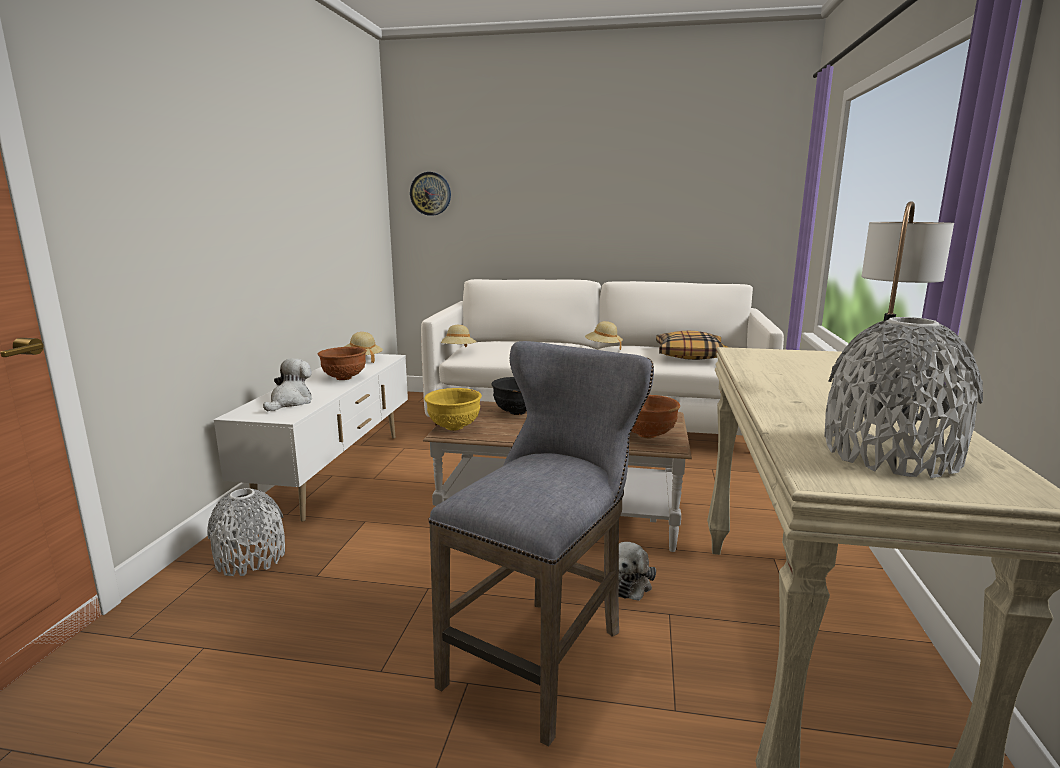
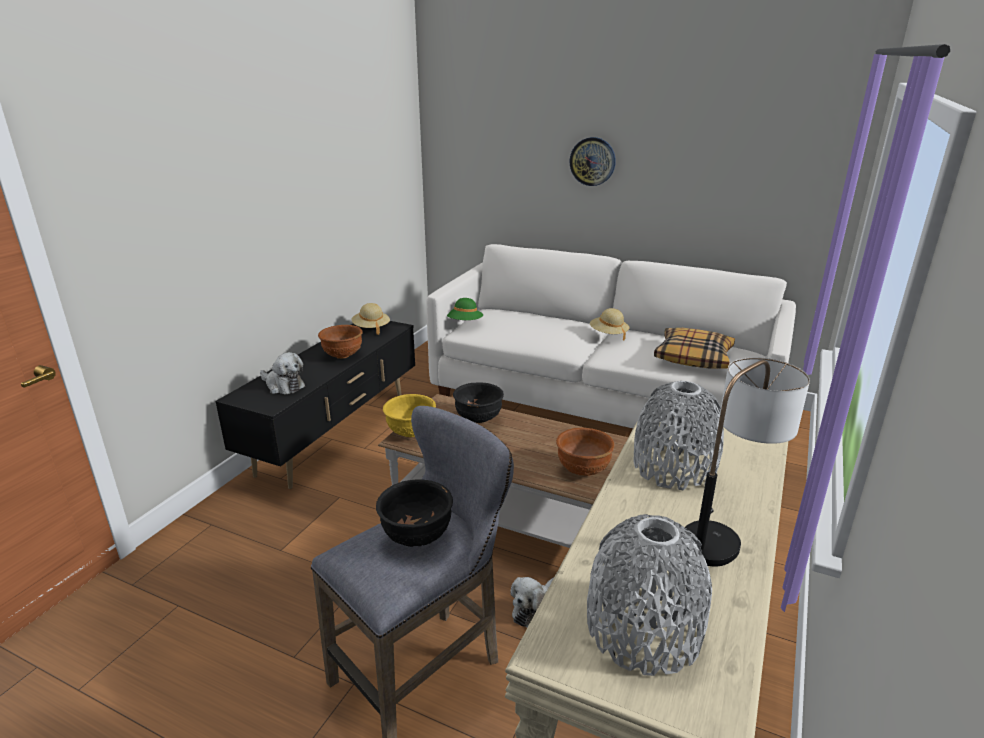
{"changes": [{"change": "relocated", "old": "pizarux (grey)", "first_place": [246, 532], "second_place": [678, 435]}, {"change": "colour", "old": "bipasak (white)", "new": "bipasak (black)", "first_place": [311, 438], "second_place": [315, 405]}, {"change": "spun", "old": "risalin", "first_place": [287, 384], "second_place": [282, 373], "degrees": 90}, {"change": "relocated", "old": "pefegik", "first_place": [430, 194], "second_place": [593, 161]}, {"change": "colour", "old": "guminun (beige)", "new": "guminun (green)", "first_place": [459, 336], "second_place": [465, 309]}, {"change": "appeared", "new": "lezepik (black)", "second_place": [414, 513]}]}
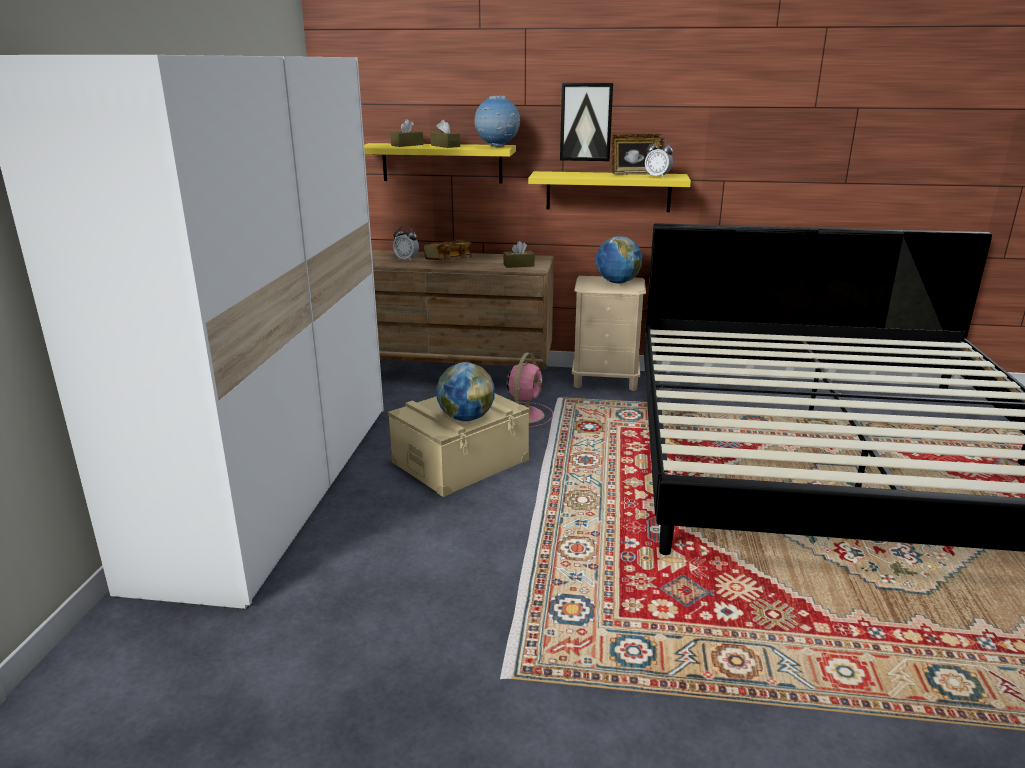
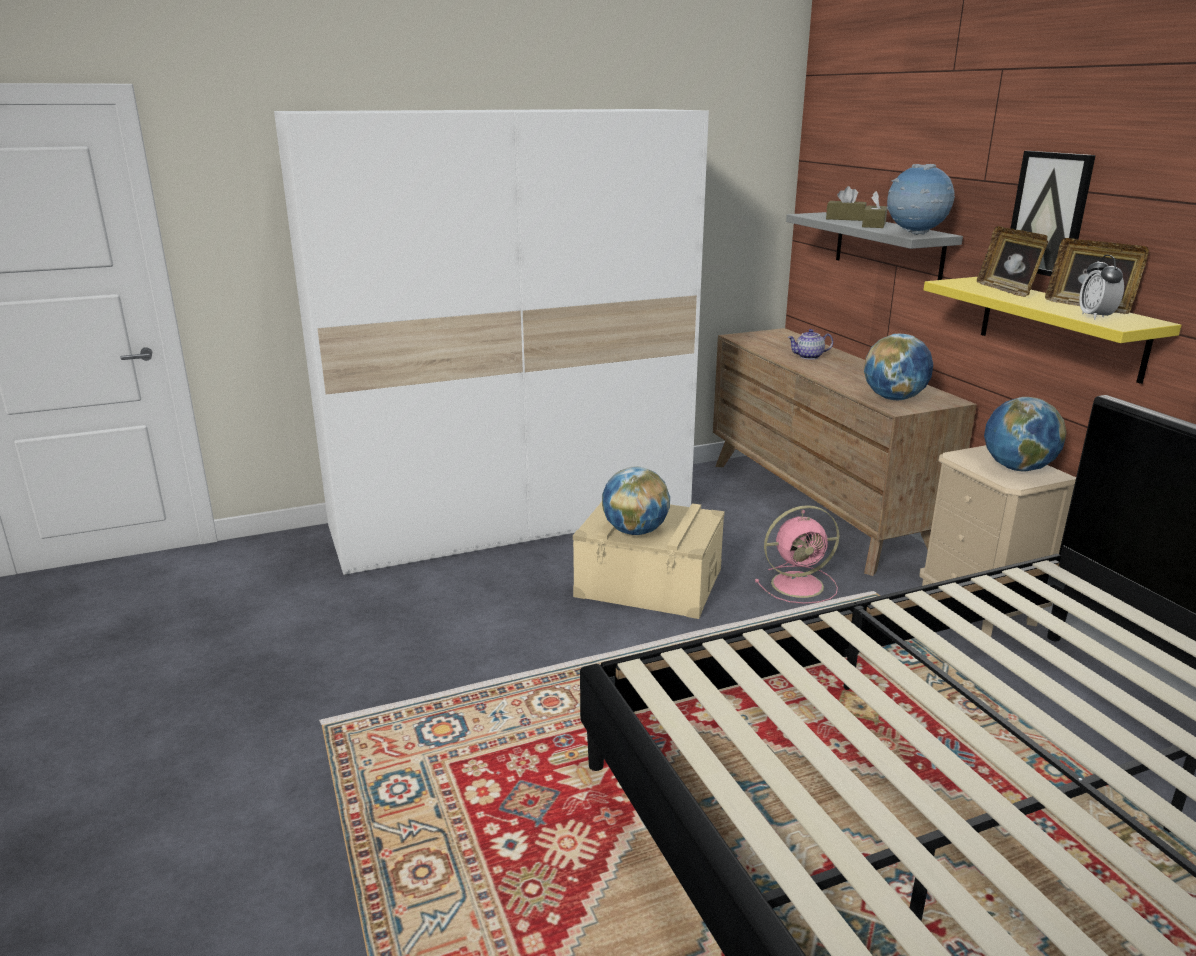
{"changes": [{"change": "colour", "old": "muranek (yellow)", "new": "muranek (grey)", "first_place": [440, 163], "second_place": [874, 246]}, {"change": "exchanged", "old": "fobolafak", "new": "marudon", "first_place": [406, 243], "second_place": [810, 344]}, {"change": "missing", "old": "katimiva", "first_place": [448, 250]}, {"change": "exchanged", "old": "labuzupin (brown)", "new": "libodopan", "first_place": [519, 254], "second_place": [898, 367]}, {"change": "appeared", "new": "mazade", "second_place": [1012, 261]}]}
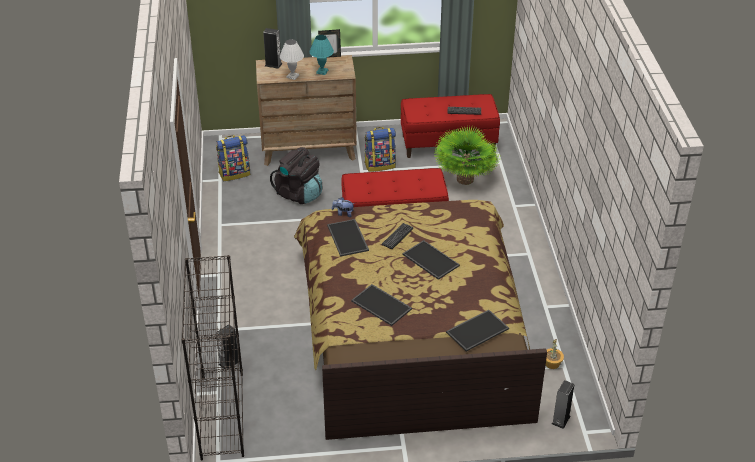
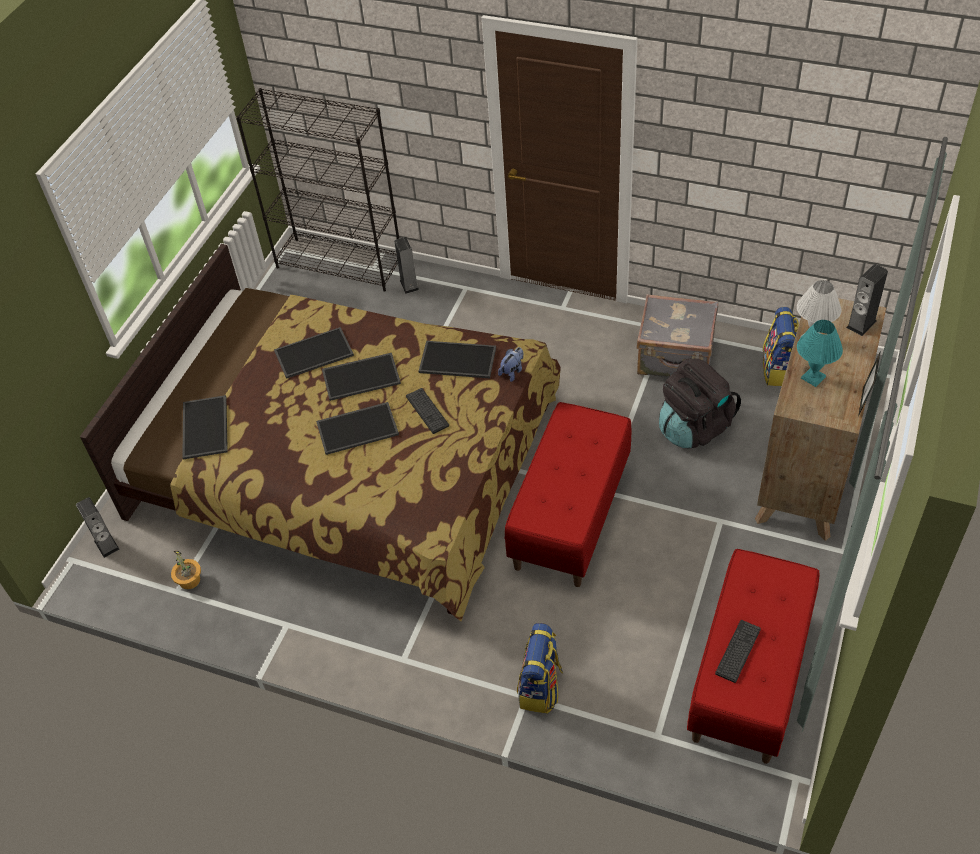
{"changes": [{"change": "relocated", "old": "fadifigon", "first_place": [380, 149], "second_place": [540, 668]}, {"change": "missing", "old": "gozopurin", "first_place": [466, 155]}, {"change": "appeared", "new": "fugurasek", "second_place": [361, 377]}, {"change": "appeared", "new": "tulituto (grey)", "second_place": [677, 335]}]}
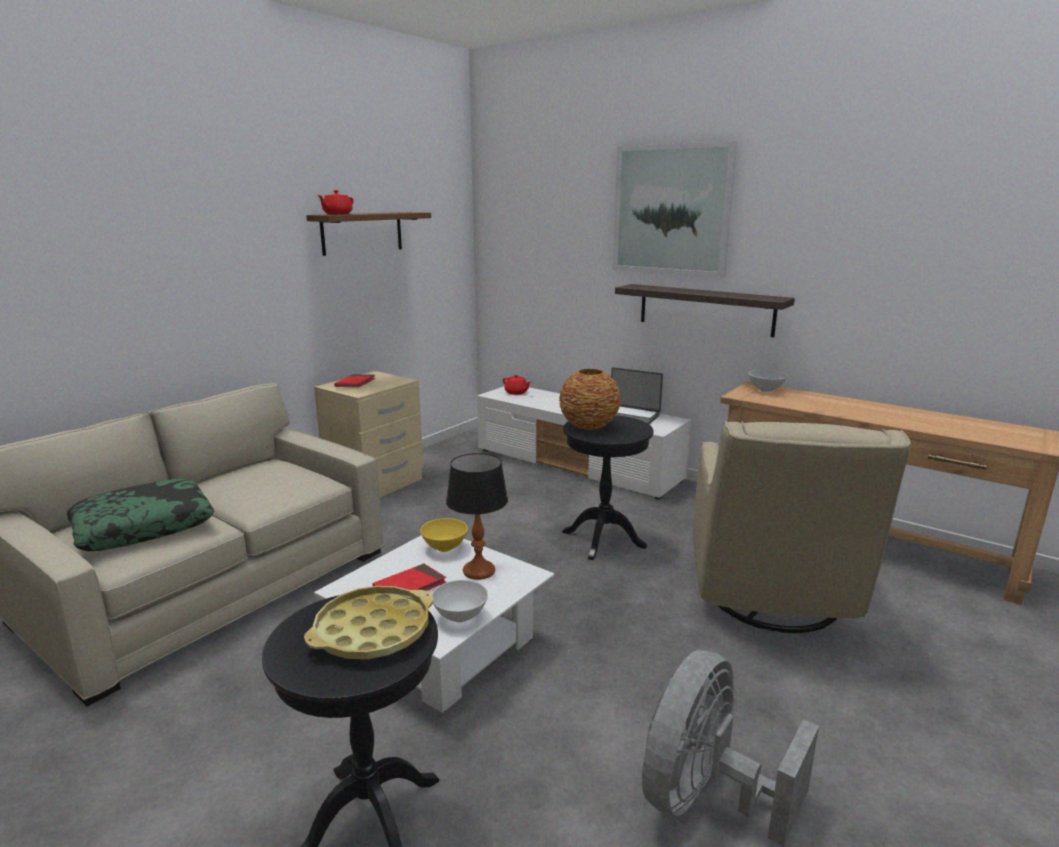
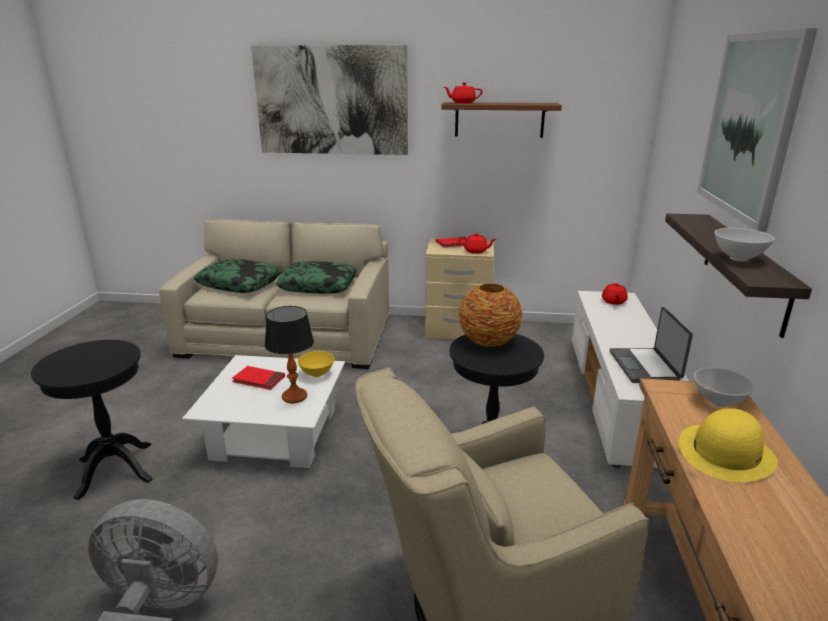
{"changes": [{"change": "missing", "old": "fugurasek (yellow)", "first_place": [369, 622]}, {"change": "relocated", "old": "lezepik (white)", "first_place": [460, 601], "second_place": [744, 244]}, {"change": "appeared", "new": "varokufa", "second_place": [329, 100]}, {"change": "appeared", "new": "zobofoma", "second_place": [316, 278]}, {"change": "appeared", "new": "marudon (red)", "second_place": [477, 243]}, {"change": "appeared", "new": "guminun (yellow)", "second_place": [728, 445]}]}
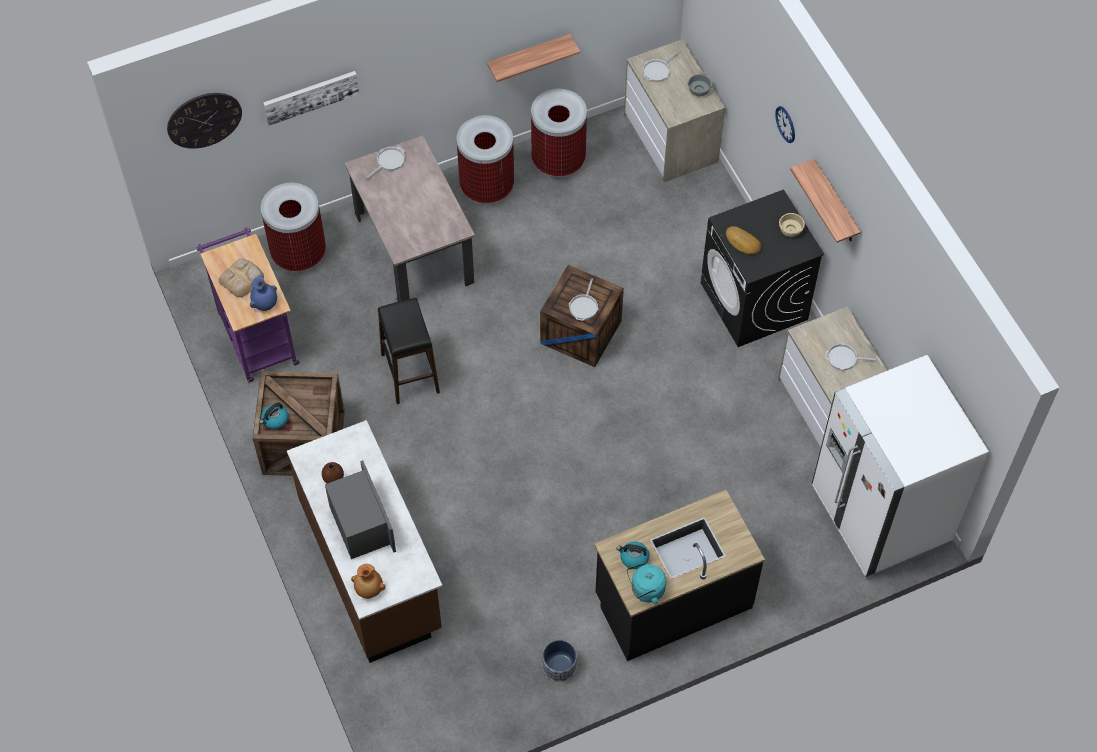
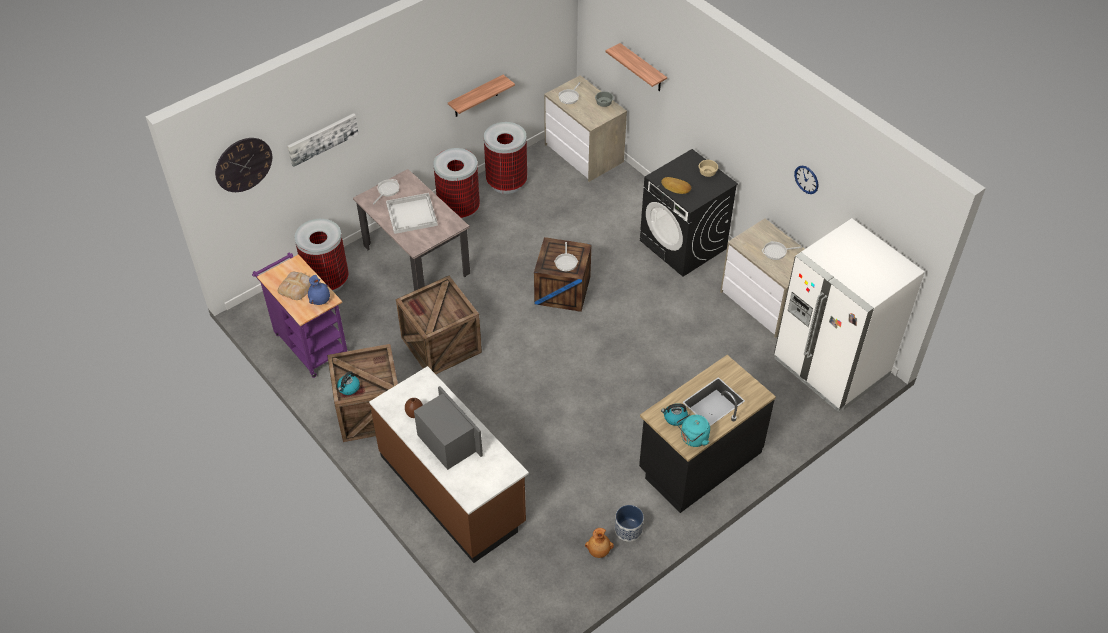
{"changes": [{"change": "relocated", "old": "pizarux (brown)", "first_place": [368, 581], "second_place": [599, 543]}, {"change": "exchanged", "old": "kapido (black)", "new": "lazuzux", "first_place": [409, 351], "second_place": [439, 325]}, {"change": "relocated", "old": "pefegik", "first_place": [785, 124], "second_place": [806, 180]}, {"change": "relocated", "old": "muranek", "first_place": [825, 201], "second_place": [636, 67]}, {"change": "appeared", "new": "fugurasek (white)", "second_place": [412, 213]}]}
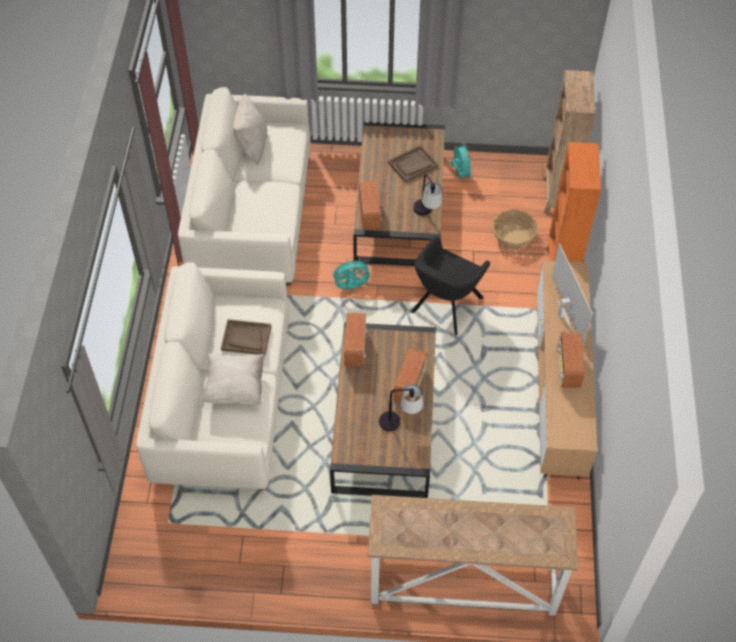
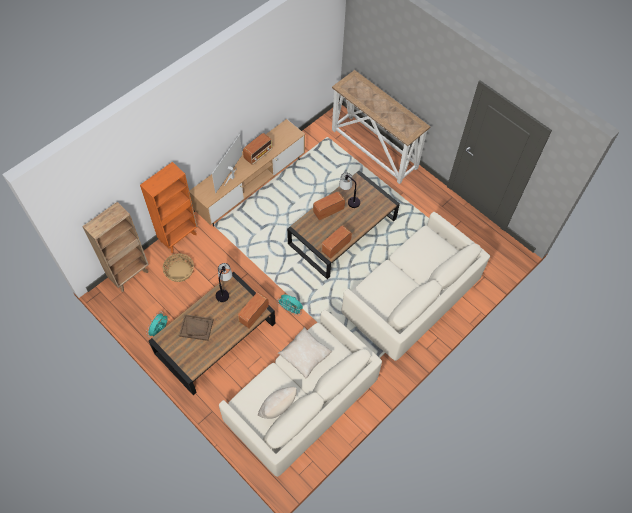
{"changes": [{"change": "relocated", "old": "zobofoma (beige)", "first_place": [233, 379], "second_place": [305, 352]}, {"change": "missing", "old": "fugurasek (brown)", "first_place": [246, 337]}, {"change": "missing", "old": "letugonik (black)", "first_place": [450, 285]}]}
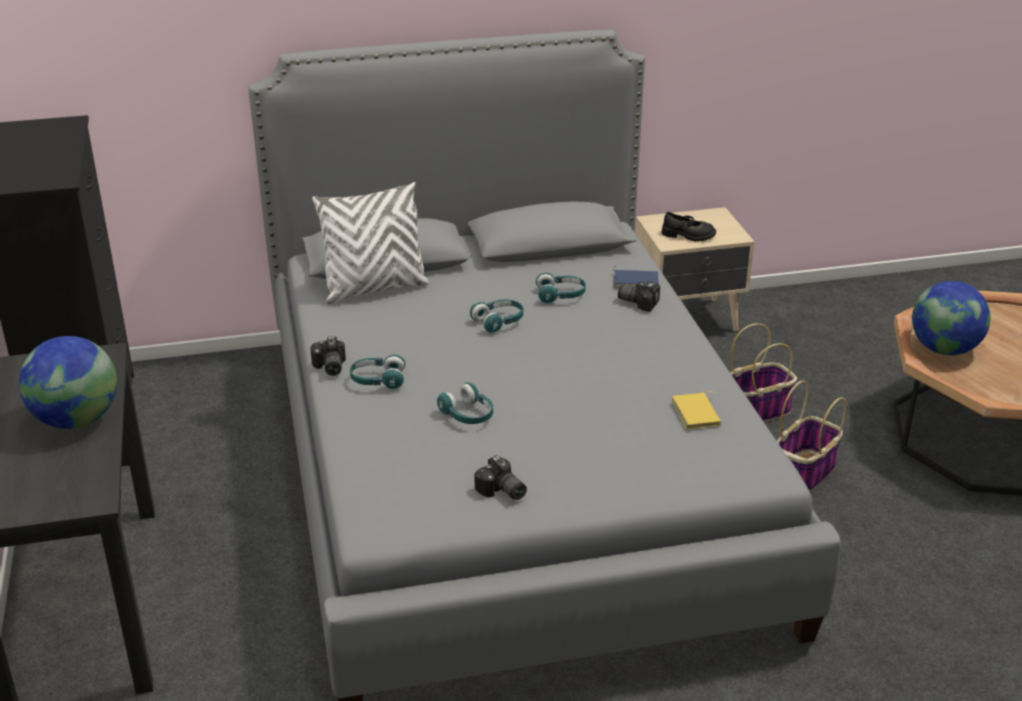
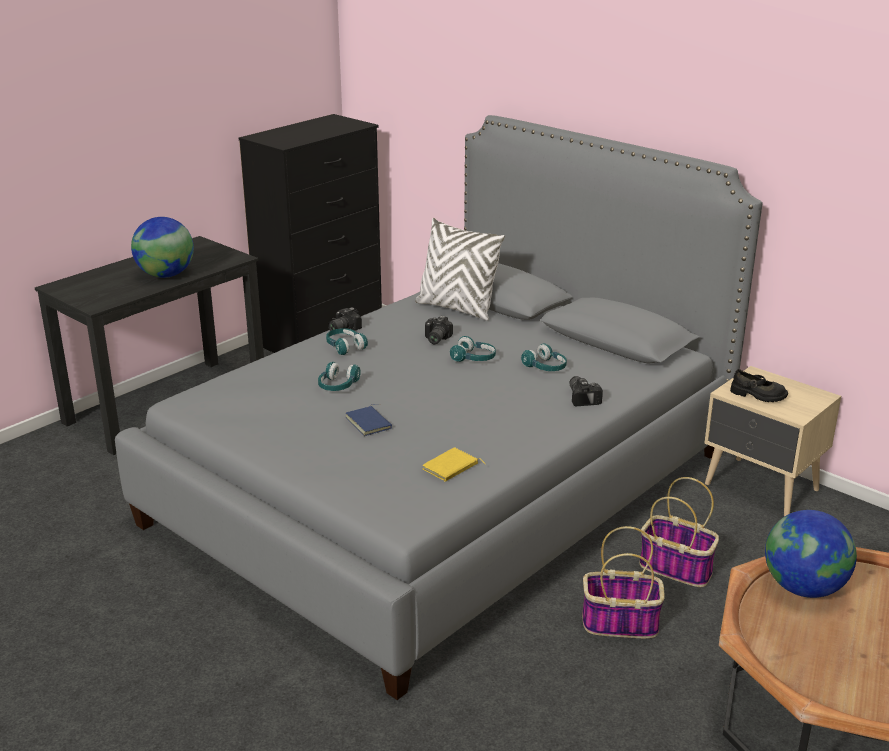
{"changes": [{"change": "relocated", "old": "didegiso", "first_place": [500, 477], "second_place": [439, 330]}, {"change": "relocated", "old": "katimiva (blue)", "first_place": [636, 277], "second_place": [369, 420]}, {"change": "spun", "old": "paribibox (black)", "first_place": [689, 227], "second_place": [759, 385], "degrees": -45}]}
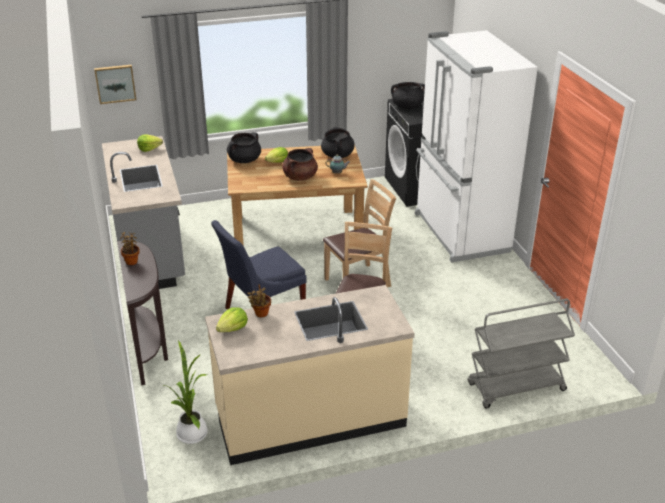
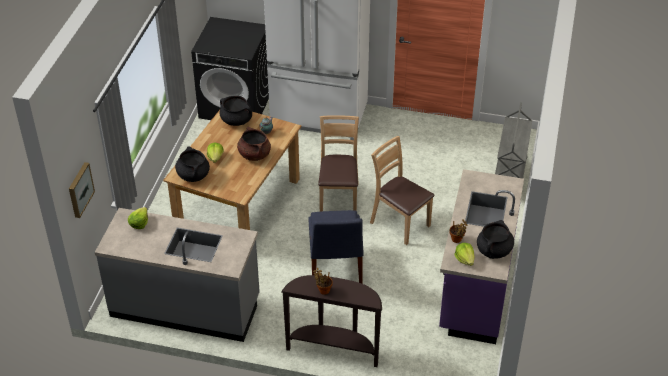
{"changes": [{"change": "missing", "old": "gozopurin", "first_place": [185, 392]}, {"change": "colour", "old": "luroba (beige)", "new": "luroba (purple)", "first_place": [310, 375], "second_place": [481, 256]}, {"change": "relocated", "old": "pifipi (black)", "first_place": [408, 95], "second_place": [495, 239]}]}
